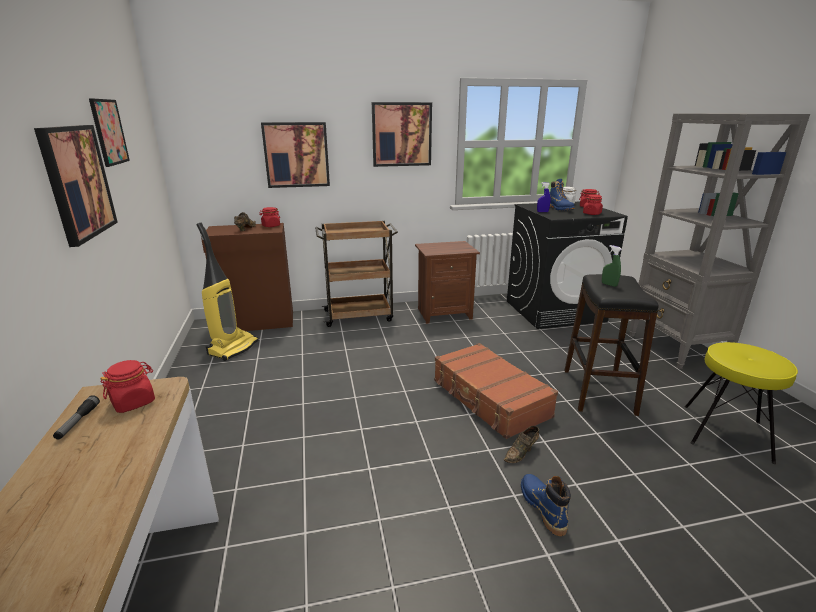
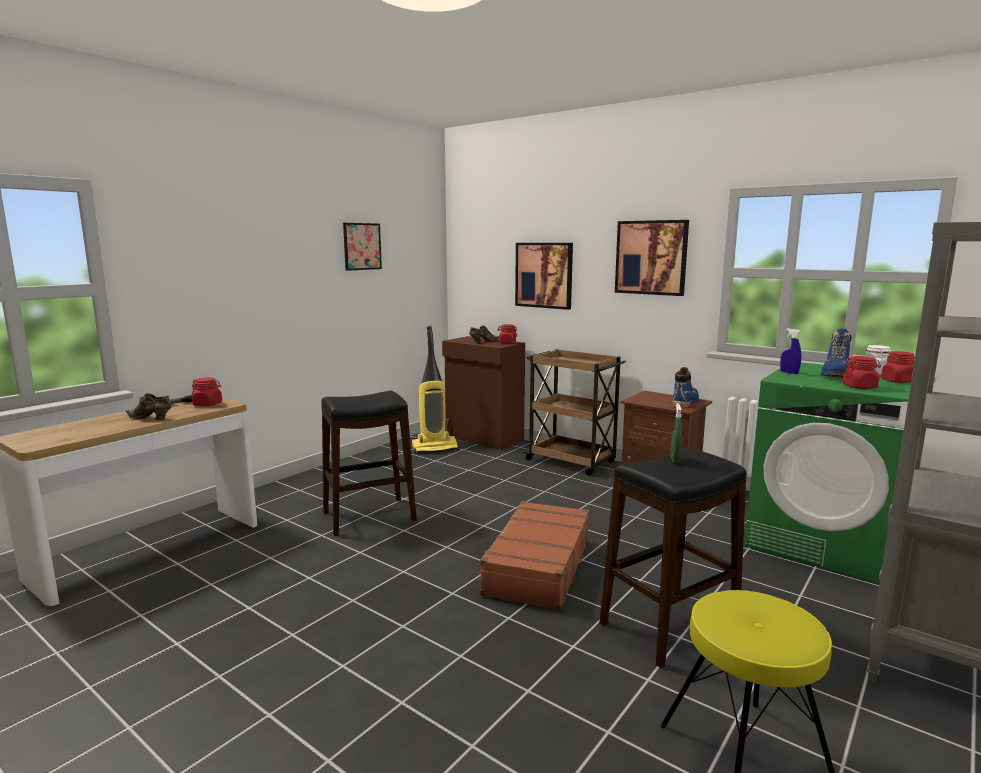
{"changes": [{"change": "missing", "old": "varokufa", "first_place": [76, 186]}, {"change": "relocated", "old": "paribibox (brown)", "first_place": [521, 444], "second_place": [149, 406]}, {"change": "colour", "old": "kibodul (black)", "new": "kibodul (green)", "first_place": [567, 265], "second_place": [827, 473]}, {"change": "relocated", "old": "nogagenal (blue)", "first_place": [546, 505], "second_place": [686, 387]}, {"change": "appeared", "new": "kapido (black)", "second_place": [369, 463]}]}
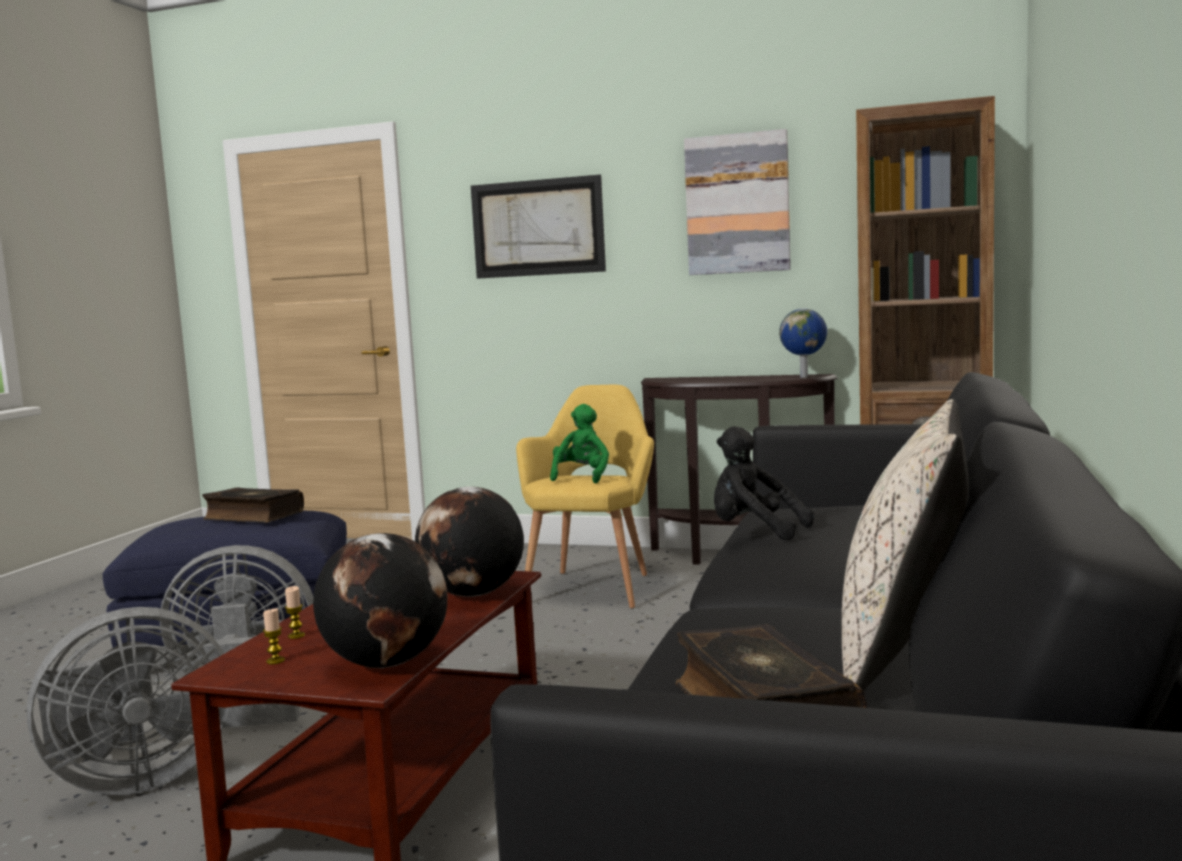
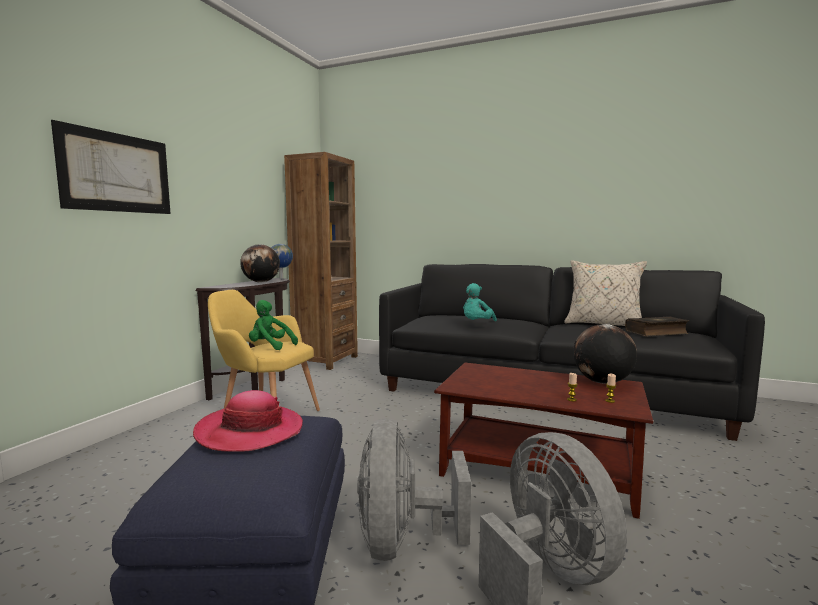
{"changes": [{"change": "exchanged", "old": "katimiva", "new": "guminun", "first_place": [253, 505], "second_place": [248, 421]}, {"change": "relocated", "old": "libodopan", "first_place": [469, 542], "second_place": [260, 263]}, {"change": "missing", "old": "varokufa", "first_place": [737, 202]}, {"change": "colour", "old": "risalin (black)", "new": "risalin (turquoise)", "first_place": [764, 483], "second_place": [480, 302]}]}
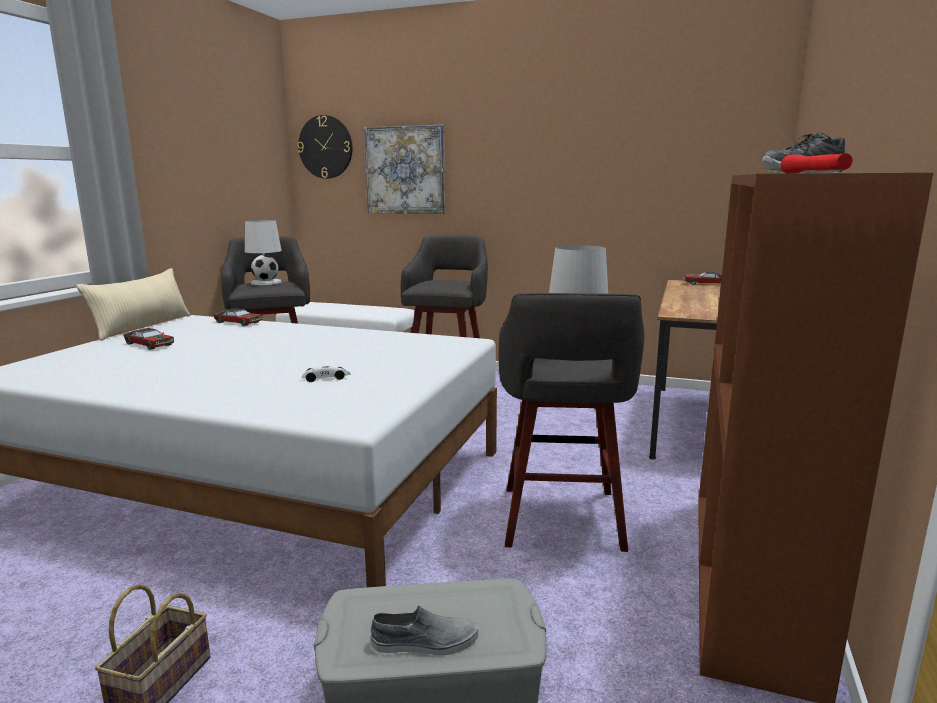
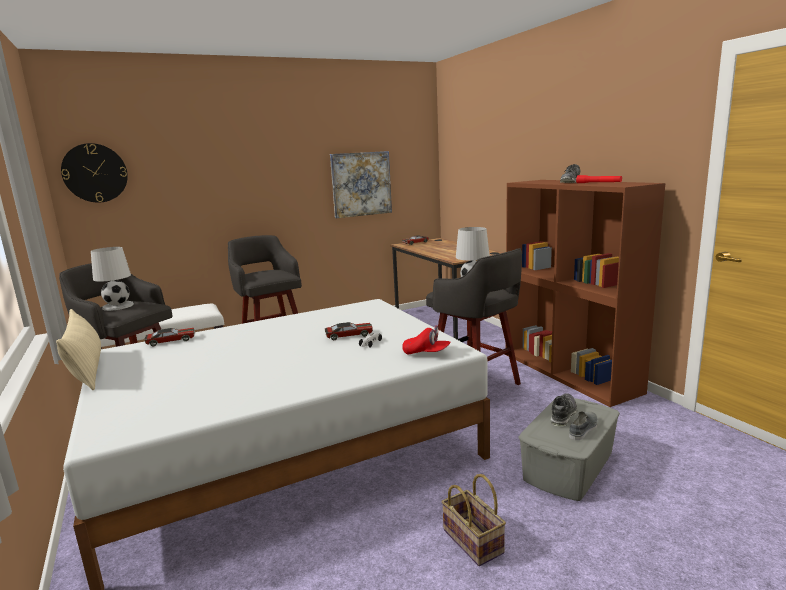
{"changes": [{"change": "relocated", "old": "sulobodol", "first_place": [148, 339], "second_place": [349, 331]}, {"change": "relocated", "old": "varokufa", "first_place": [404, 169], "second_place": [361, 184]}, {"change": "appeared", "new": "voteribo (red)", "second_place": [426, 340]}, {"change": "appeared", "new": "paribibox", "second_place": [564, 410]}]}
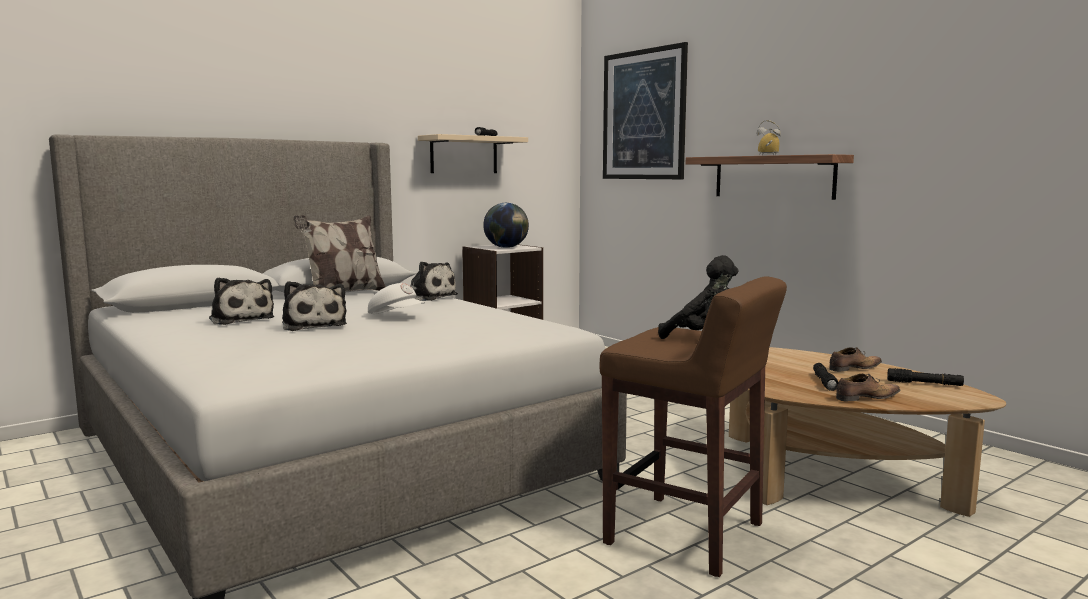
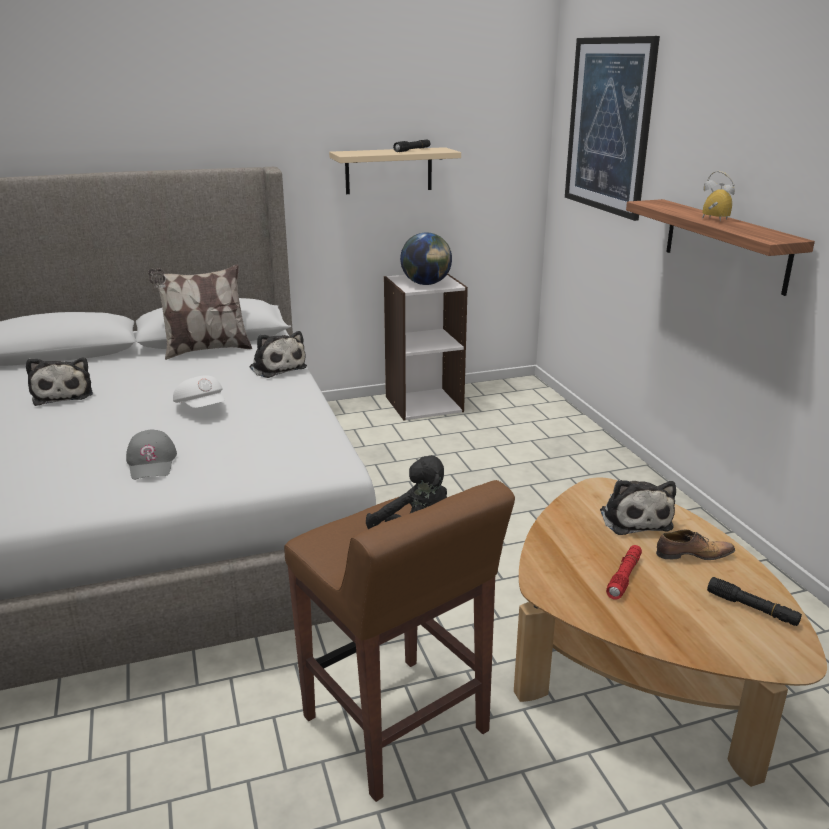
{"changes": [{"change": "relocated", "old": "risalin", "first_place": [314, 306], "second_place": [638, 507]}, {"change": "colour", "old": "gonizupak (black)", "new": "gonizupak (red)", "first_place": [826, 377], "second_place": [624, 572]}, {"change": "missing", "old": "paribibox", "first_place": [868, 388]}, {"change": "appeared", "new": "voteribo (grey)", "second_place": [151, 455]}]}
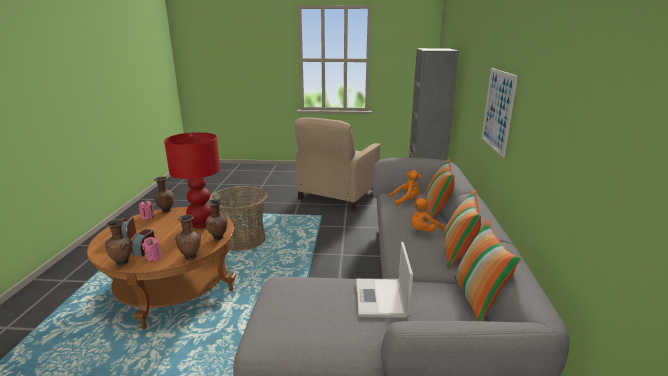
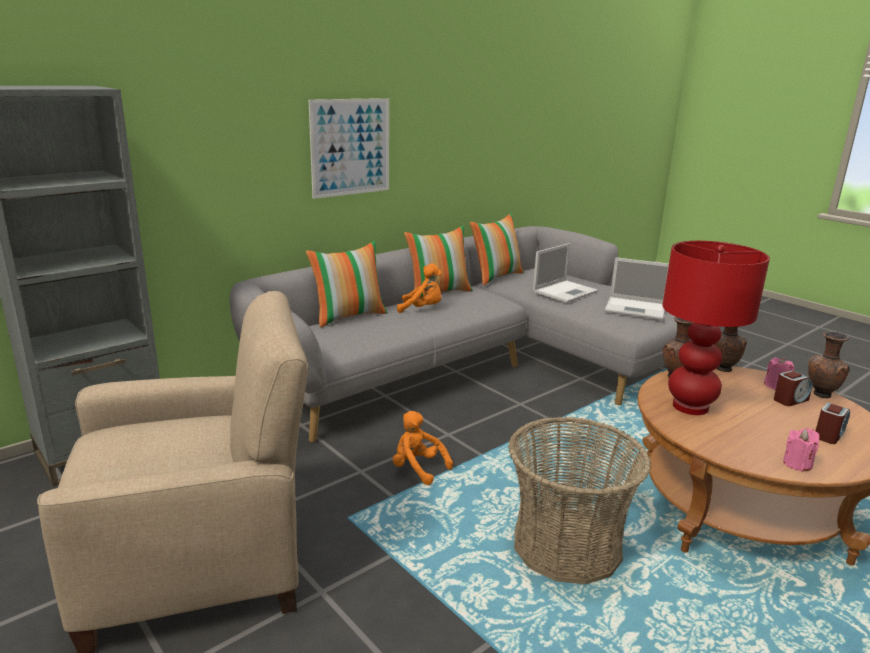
{"changes": [{"change": "missing", "old": "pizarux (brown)", "first_place": [164, 194]}, {"change": "relocated", "old": "risalin (orange)", "first_place": [405, 188], "second_place": [423, 448]}, {"change": "appeared", "new": "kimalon", "second_place": [637, 288]}]}
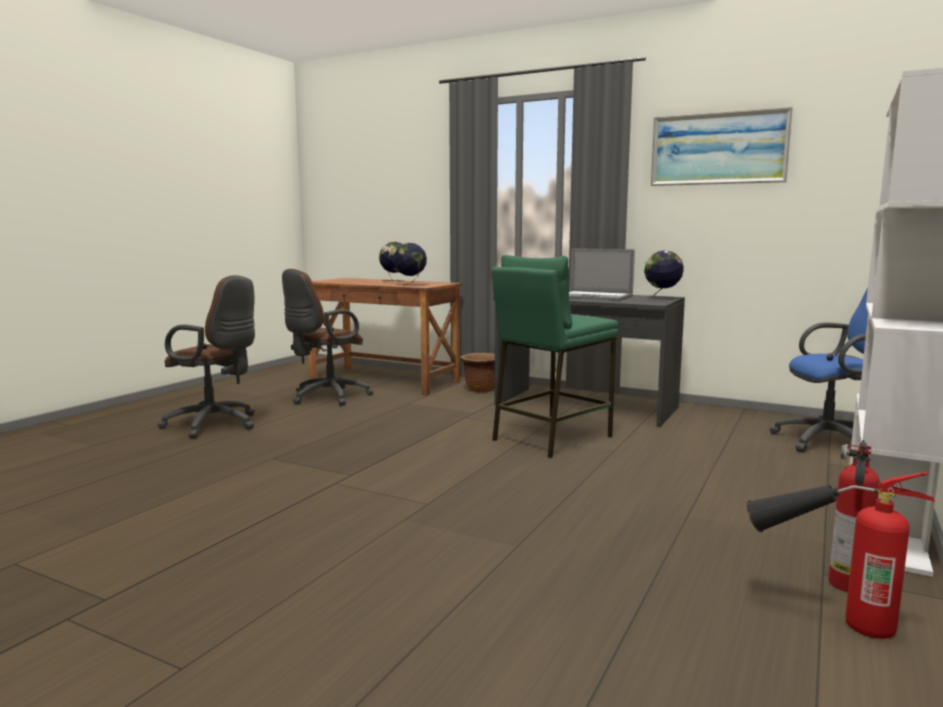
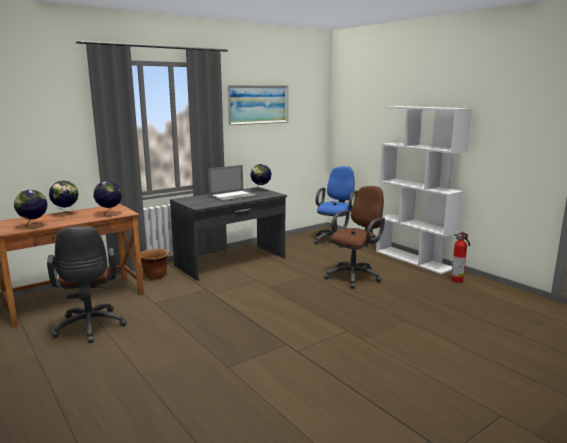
{"changes": [{"change": "relocated", "old": "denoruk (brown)", "first_place": [206, 356], "second_place": [354, 237]}, {"change": "missing", "old": "kapido (green)", "first_place": [554, 356]}, {"change": "missing", "old": "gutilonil", "first_place": [841, 555]}, {"change": "appeared", "new": "libodopan", "second_place": [31, 209]}]}
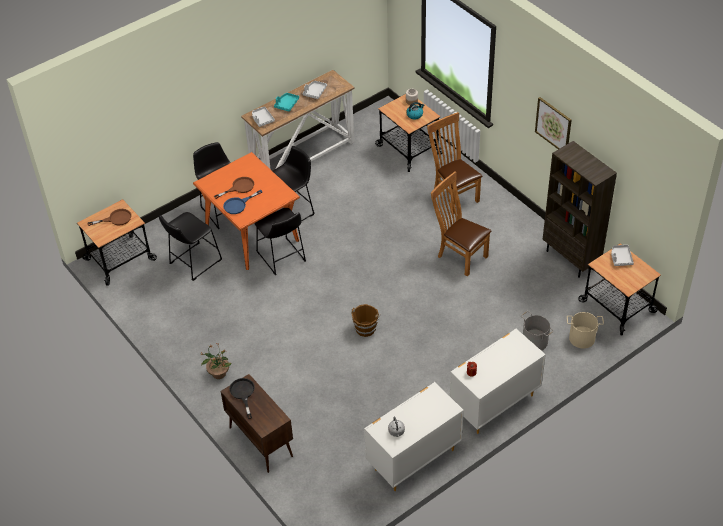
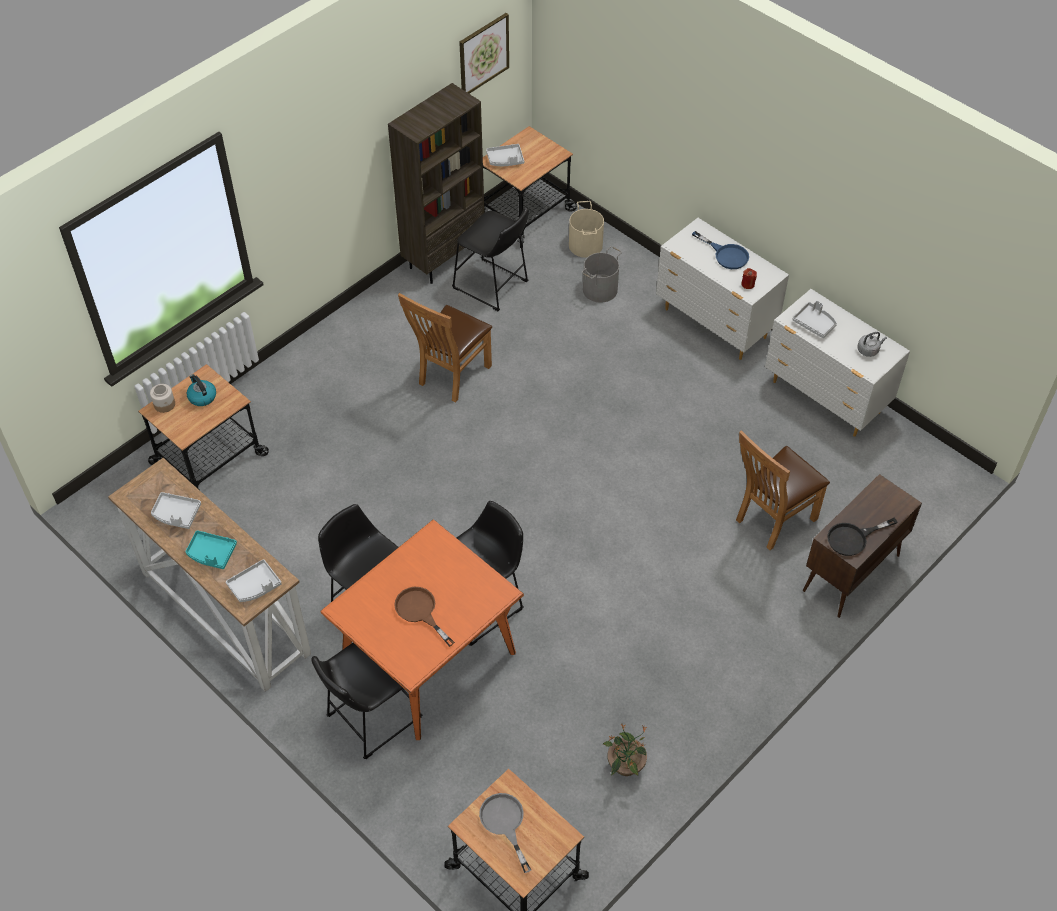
{"changes": [{"change": "colour", "old": "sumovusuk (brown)", "new": "sumovusuk (grey)", "first_place": [109, 217], "second_place": [505, 833]}, {"change": "relocated", "old": "kapido (black)", "first_place": [190, 246], "second_place": [490, 259]}, {"change": "relocated", "old": "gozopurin", "first_place": [216, 361], "second_place": [625, 749]}, {"change": "relocated", "old": "sumovusuk (blue)", "first_place": [243, 202], "second_place": [720, 250]}, {"change": "missing", "old": "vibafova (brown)", "first_place": [366, 320]}, {"change": "relocated", "old": "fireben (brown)", "first_place": [454, 163], "second_place": [783, 490]}, {"change": "relocated", "old": "varokufa", "first_place": [553, 123], "second_place": [484, 53]}, {"change": "appeared", "new": "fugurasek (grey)", "second_place": [814, 319]}]}
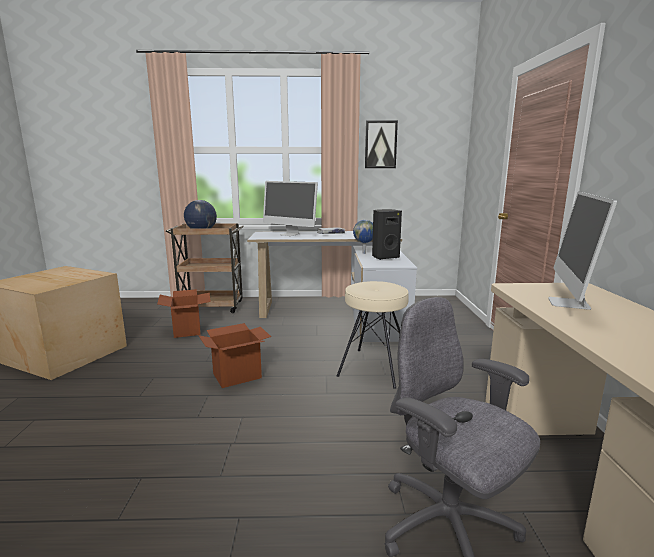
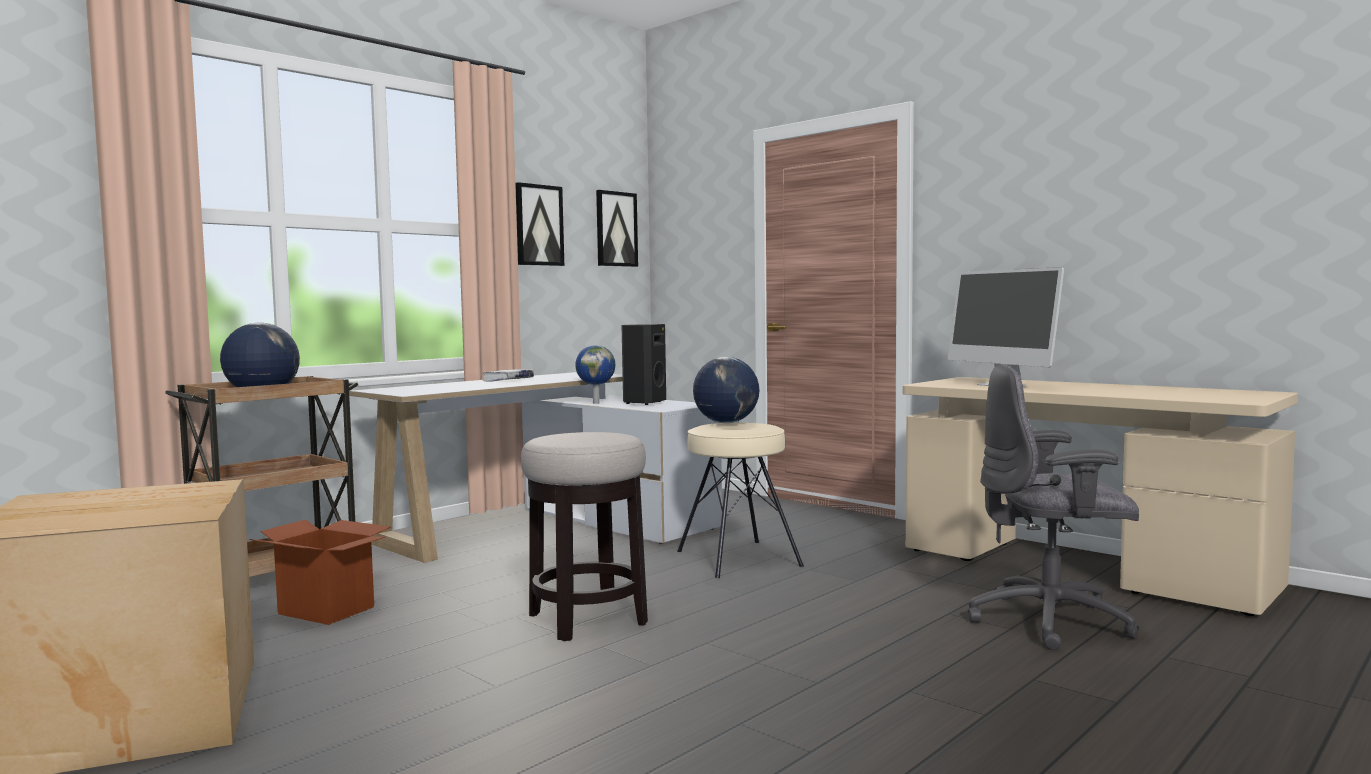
{"changes": [{"change": "exchanged", "old": "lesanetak", "new": "kapido", "first_place": [234, 355], "second_place": [584, 536]}, {"change": "missing", "old": "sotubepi", "first_place": [290, 208]}, {"change": "appeared", "new": "varokufa", "second_place": [617, 228]}, {"change": "appeared", "new": "libodopan", "second_place": [726, 390]}]}
